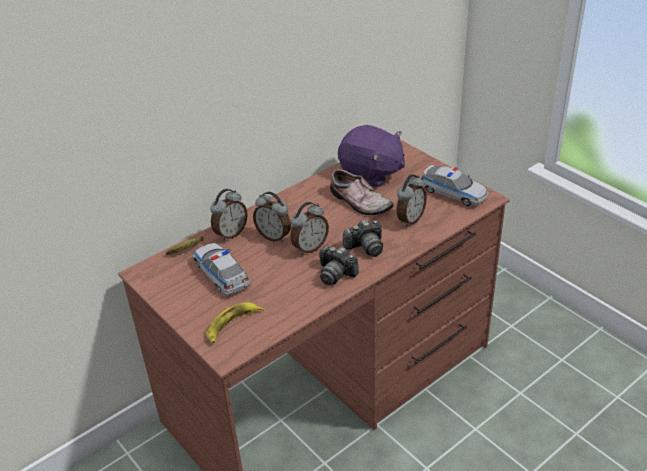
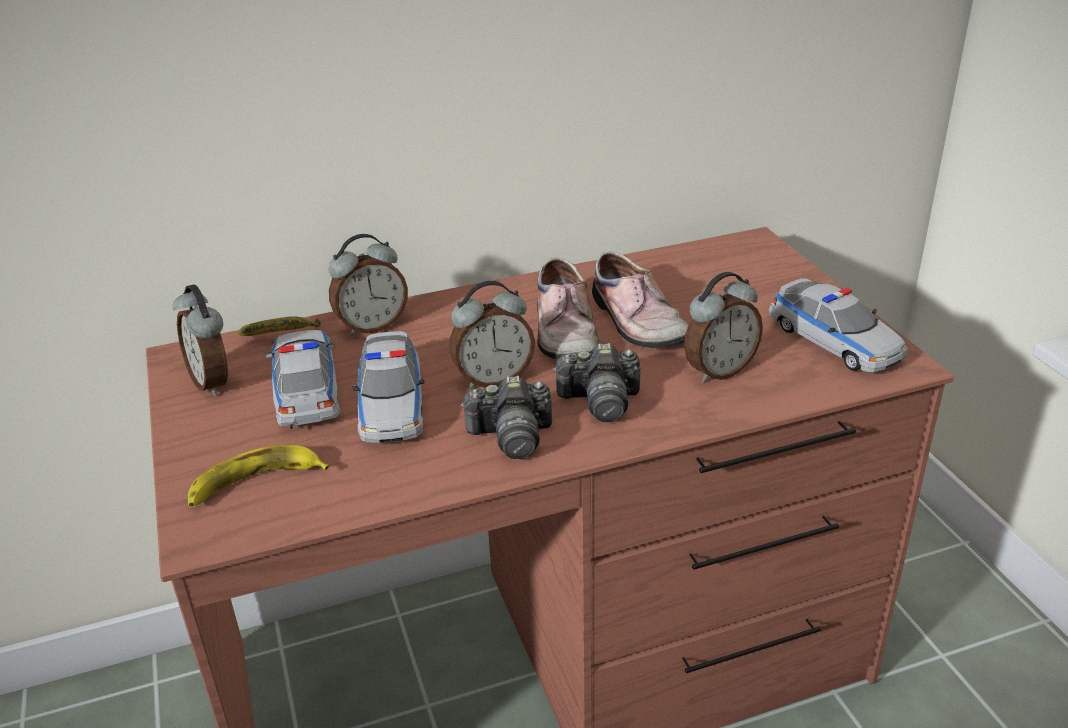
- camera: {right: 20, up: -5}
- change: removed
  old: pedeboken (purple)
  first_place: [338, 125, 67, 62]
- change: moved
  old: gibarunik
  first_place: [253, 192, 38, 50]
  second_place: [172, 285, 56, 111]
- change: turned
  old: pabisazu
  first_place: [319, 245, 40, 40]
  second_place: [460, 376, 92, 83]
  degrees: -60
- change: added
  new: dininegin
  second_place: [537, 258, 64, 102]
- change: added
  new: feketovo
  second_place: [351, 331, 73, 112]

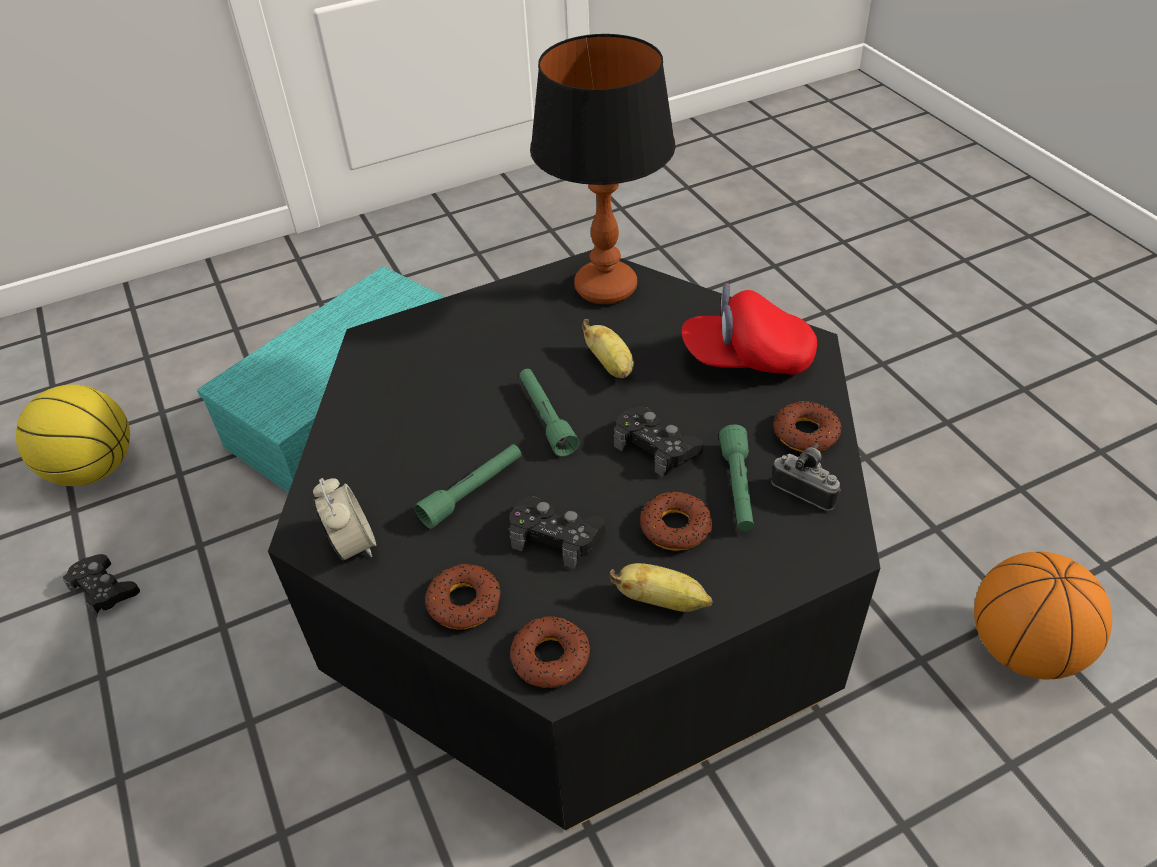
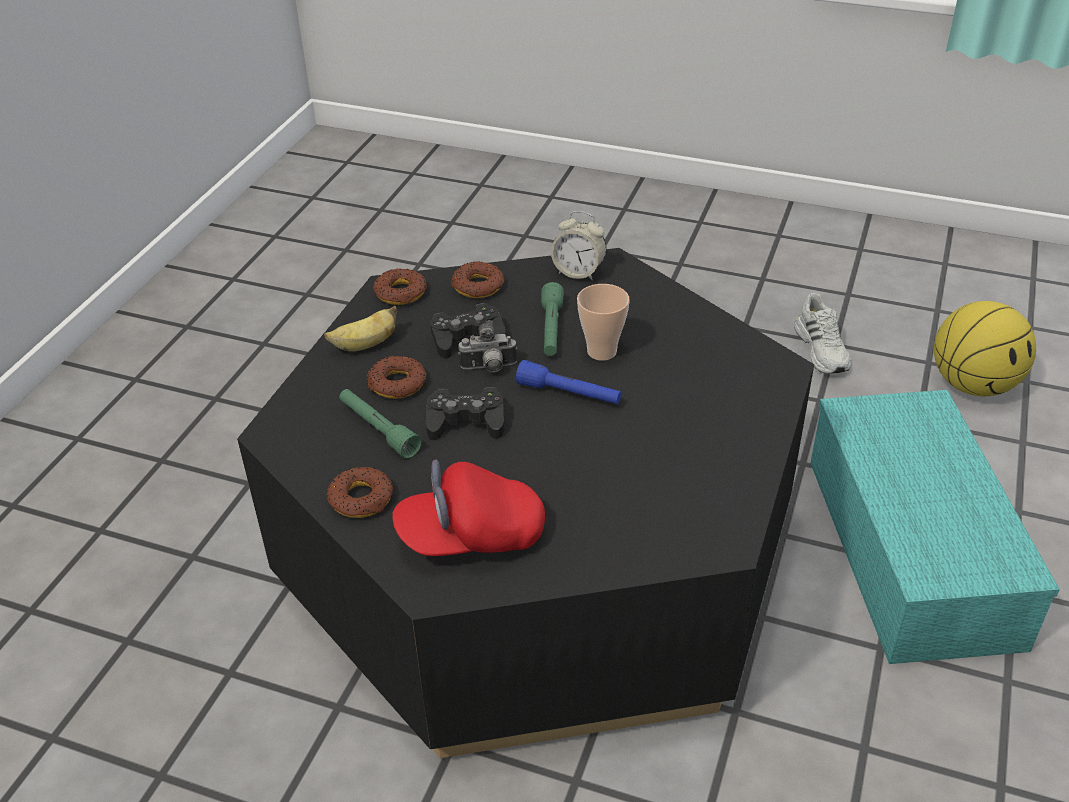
- camera: {right: 135, up: -5}
- change: removed
  old: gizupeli
  first_place: [530, 34, 146, 270]
- change: turned
  old: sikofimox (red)
  first_place: [681, 283, 136, 92]
  second_place: [392, 460, 153, 96]
  degrees: -150
- change: removed
  old: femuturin
  first_place: [582, 319, 52, 59]
- change: recoloured
  old: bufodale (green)
  new: bufodale (blue)
  first_place: [519, 369, 60, 88]
  second_place: [516, 360, 105, 44]
- change: moved
  old: pabisazu
  first_place: [771, 444, 70, 67]
  second_place: [458, 320, 59, 52]
- change: removed
  old: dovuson
  first_place: [974, 552, 138, 128]
- change: replaced
  old: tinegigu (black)
  new: dininegin (white)
  first_place: [63, 554, 77, 63]
  second_place: [794, 293, 57, 81]
- change: added
  new: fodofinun
  second_place: [577, 284, 53, 77]

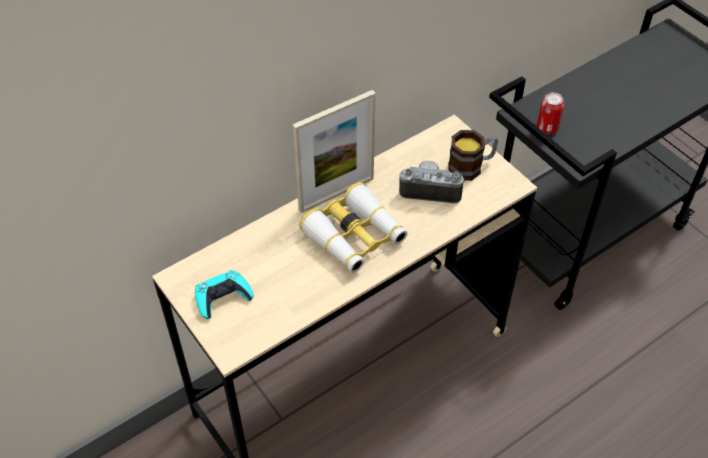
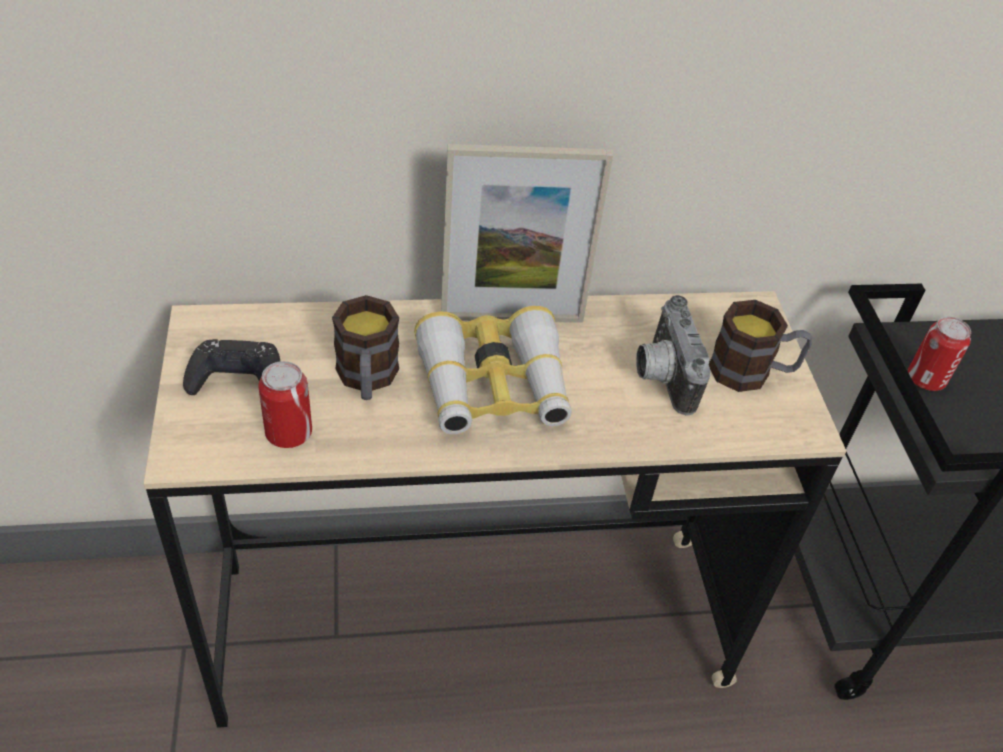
- camera: {right: 25, up: -5}
- change: turned
  old: pabisazu
  first_place: [399, 161, 66, 42]
  second_place: [636, 295, 75, 121]
  degrees: -135
- change: recoloured
  old: tinegigu (turquoise)
  new: tinegigu (black)
  first_place: [195, 270, 59, 49]
  second_place: [183, 339, 97, 56]
- change: added
  new: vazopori
  second_place: [332, 295, 67, 105]
- change: added
  new: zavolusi
  second_place: [258, 361, 54, 87]

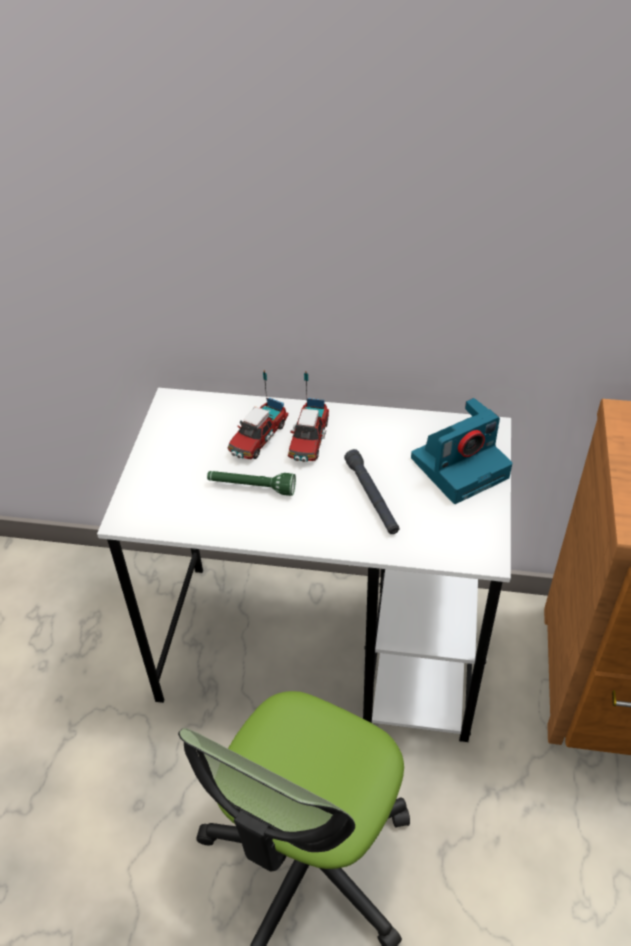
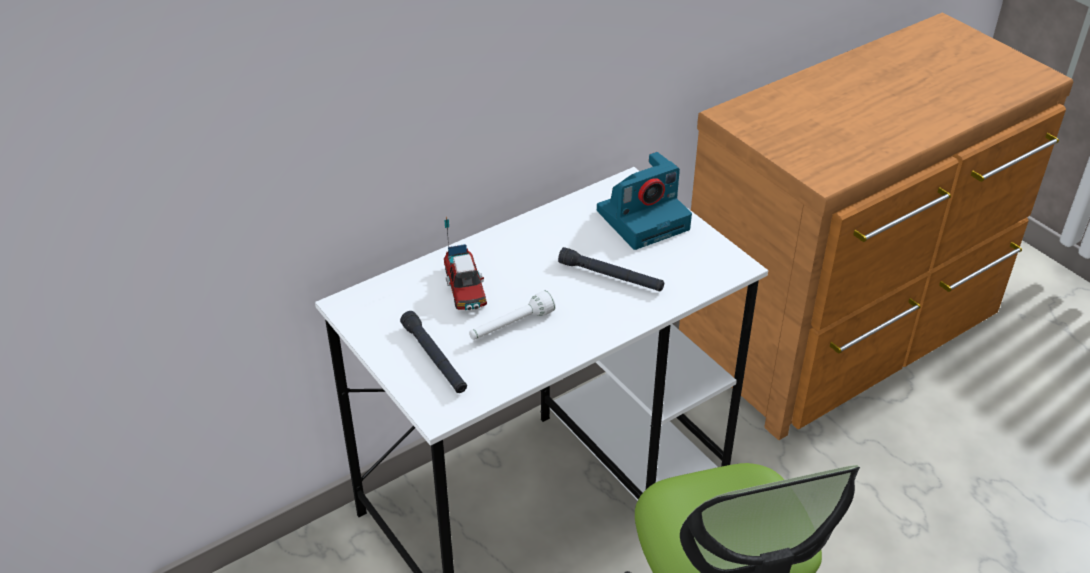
- camera: {right: -45, up: -5}
- change: removed
  old: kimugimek
  first_place: [288, 371, 41, 91]
- change: turned
  old: pabisazu
  first_place: [411, 398, 101, 106]
  second_place: [597, 152, 95, 98]
  degrees: 45
- change: recoloured
  old: bufodale (green)
  new: bufodale (white)
  first_place: [207, 471, 89, 25]
  second_place: [469, 290, 87, 50]
- change: added
  new: bufodale (black)
  second_place: [400, 311, 67, 82]

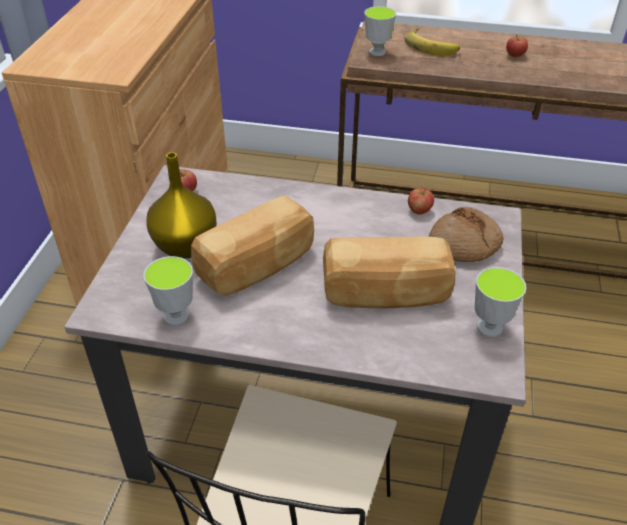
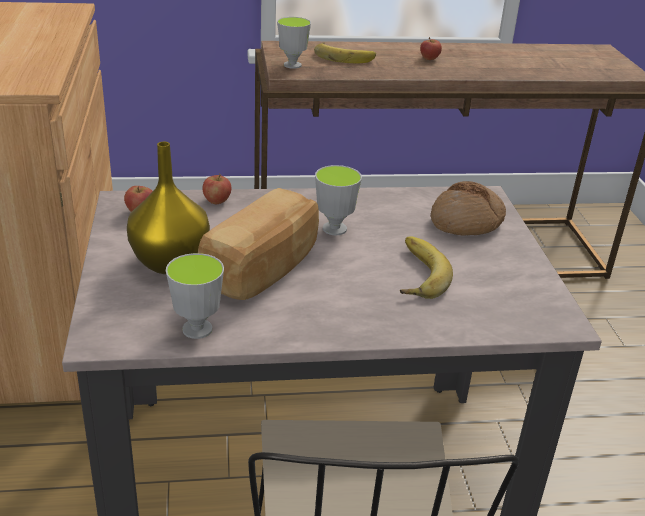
- camera: {right: -20, up: -10}
- change: moved
  old: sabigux
  first_place: [408, 188, 26, 27]
  second_place: [202, 173, 29, 31]
- change: replaced
  old: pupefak
  new: femuturin
  first_place: [323, 237, 133, 71]
  second_place: [400, 236, 53, 63]
- change: moved
  old: fodofinun
  first_place: [475, 267, 51, 70]
  second_place: [315, 165, 47, 70]

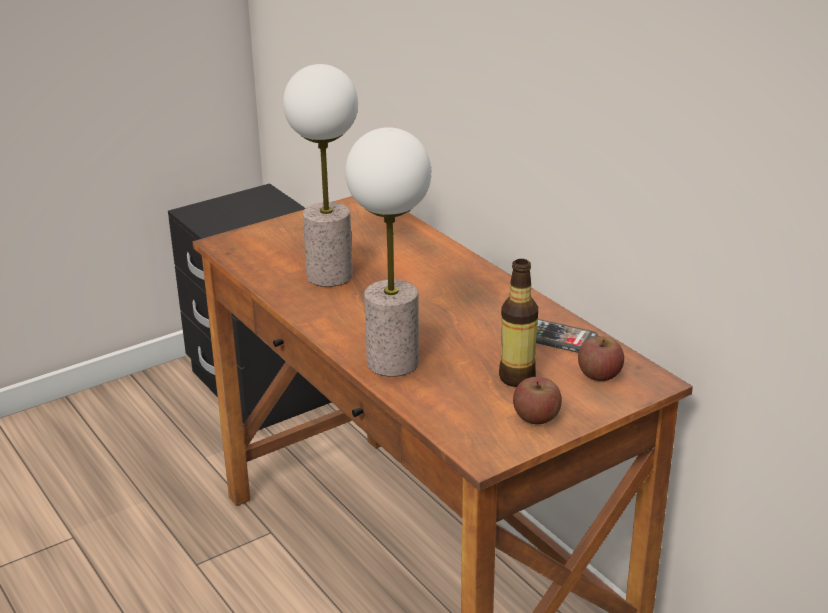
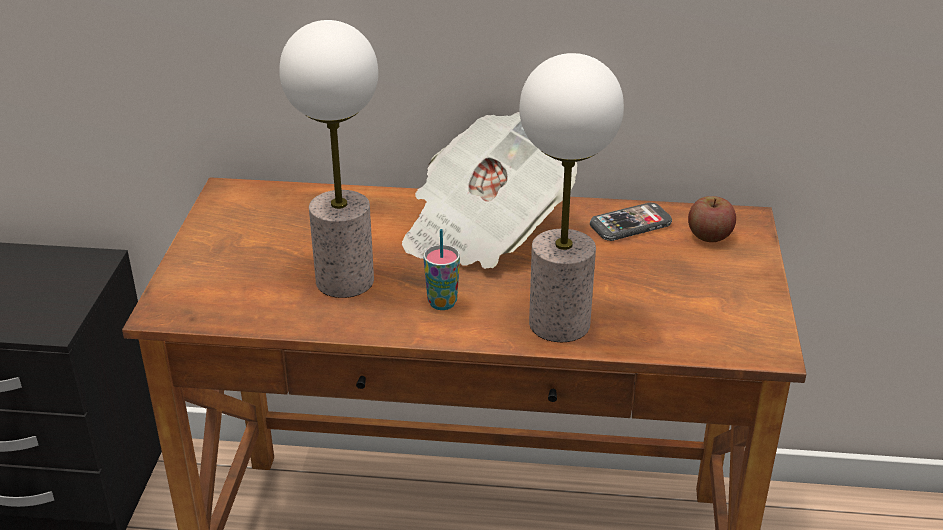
- camera: {right: -50, up: 5}
- change: removed
  old: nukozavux
  first_place: [499, 259, 39, 128]
- change: removed
  old: sabigux
  first_place: [513, 377, 49, 47]
- change: added
  new: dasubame
  second_place: [402, 112, 175, 157]
- change: added
  new: fodofinun
  second_place: [423, 229, 37, 81]

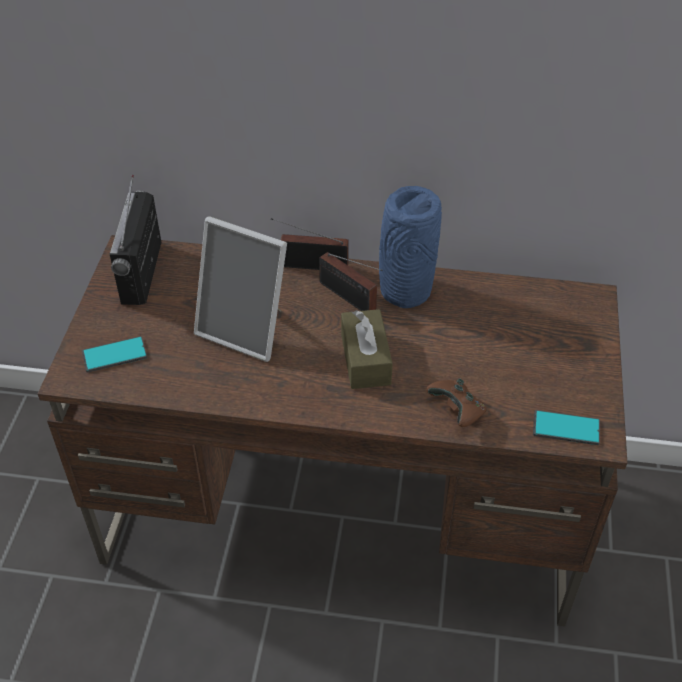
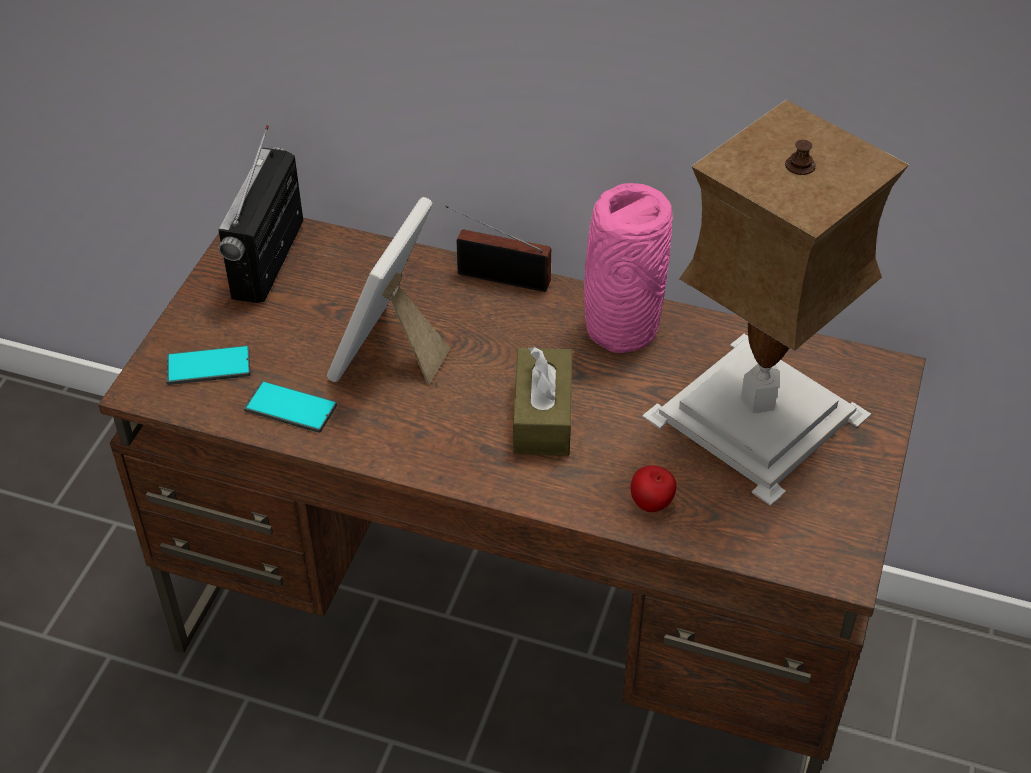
- camera: {right: 10, up: 0}
- change: recoloured
  old: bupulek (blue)
  new: bupulek (pink)
  first_place: [379, 186, 63, 122]
  second_place: [584, 183, 89, 170]
- change: turned
  old: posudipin
  first_place: [194, 216, 93, 146]
  second_place: [327, 197, 123, 187]
  degrees: 75
- change: removed
  old: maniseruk
  first_place: [319, 252, 64, 59]
- change: replaced
  old: tinegigu (brown)
  new: sabigux
  first_place: [426, 378, 61, 49]
  second_place: [631, 465, 46, 47]
- change: moved
  old: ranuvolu
  first_place: [533, 410, 67, 35]
  second_place: [244, 381, 93, 52]
- change: added
  new: gizupeli
  second_place: [642, 100, 267, 406]

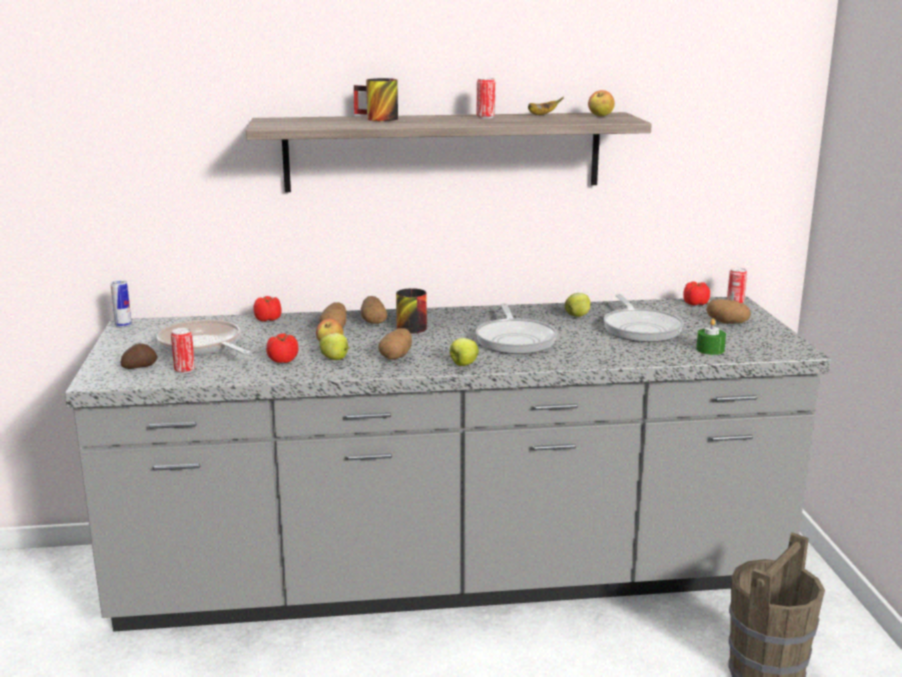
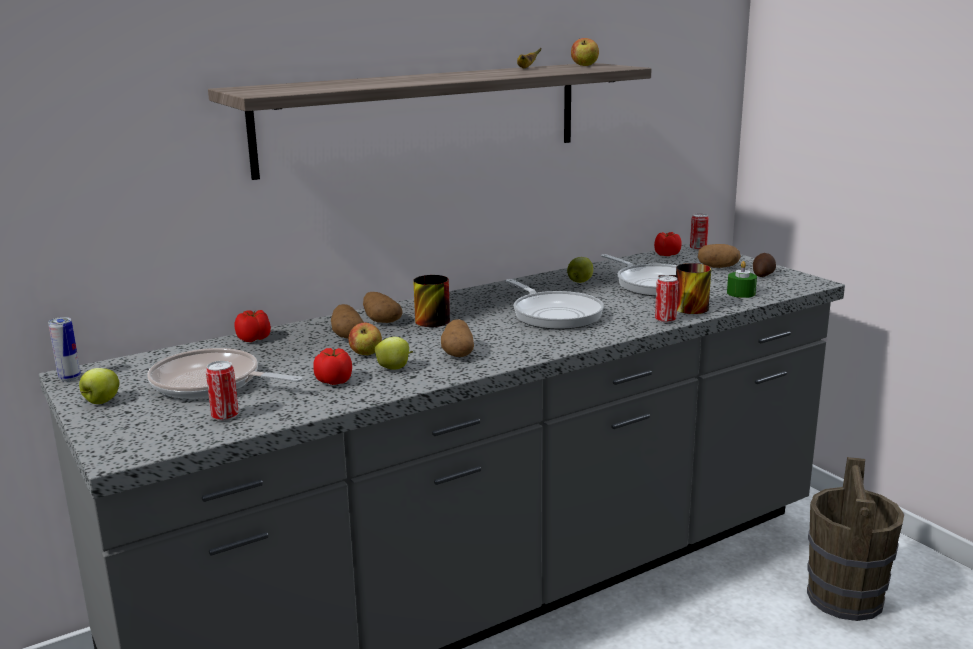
- camera: {right: -25, up: 0}
- change: moved
  old: vazopori
  first_place: [354, 78, 44, 43]
  second_place: [658, 263, 53, 51]
- change: moved
  old: zavolusi
  first_place: [477, 78, 18, 41]
  second_place: [655, 276, 23, 47]
- change: moved
  old: sabigux
  first_place: [450, 338, 29, 28]
  second_place: [79, 368, 40, 36]
- change: moved
  old: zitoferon
  first_place: [121, 343, 37, 26]
  second_place: [753, 253, 23, 24]

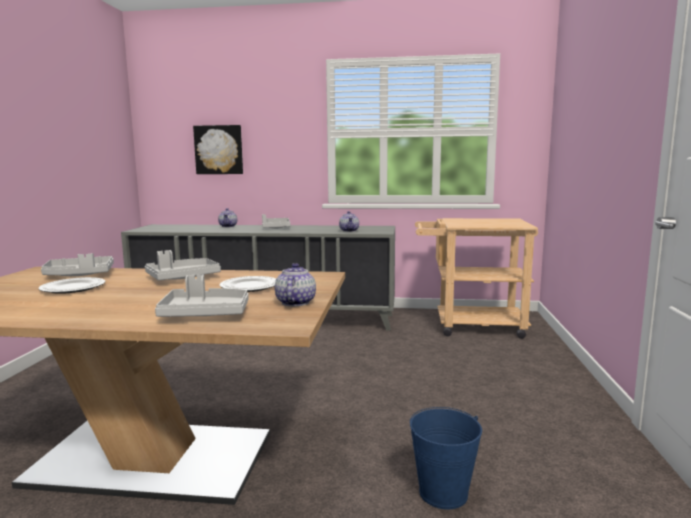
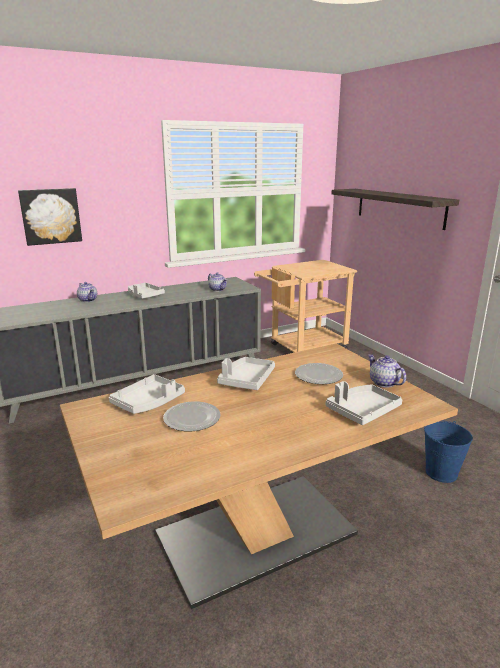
- camera: {right: -35, up: 10}
- change: added
  new: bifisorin
  second_place: [332, 189, 127, 41]

